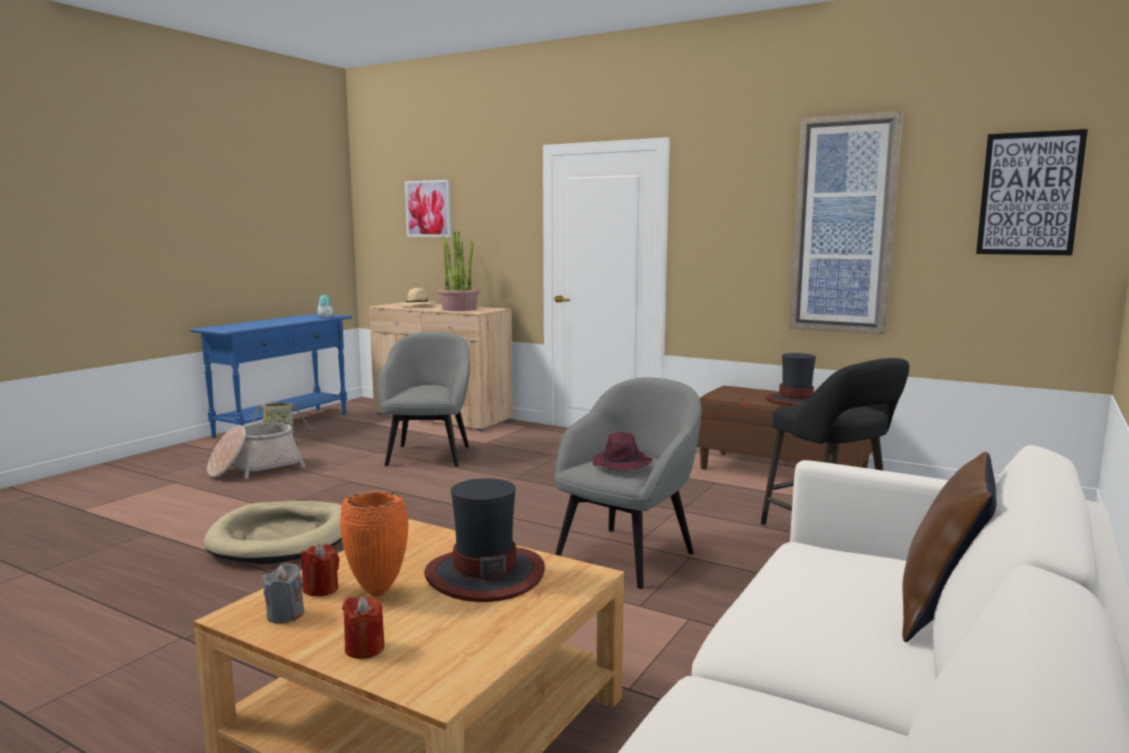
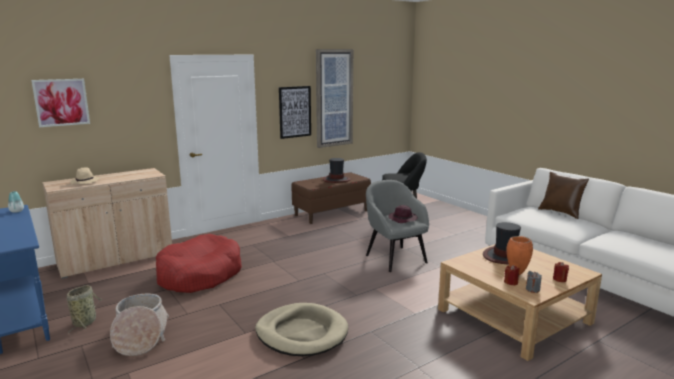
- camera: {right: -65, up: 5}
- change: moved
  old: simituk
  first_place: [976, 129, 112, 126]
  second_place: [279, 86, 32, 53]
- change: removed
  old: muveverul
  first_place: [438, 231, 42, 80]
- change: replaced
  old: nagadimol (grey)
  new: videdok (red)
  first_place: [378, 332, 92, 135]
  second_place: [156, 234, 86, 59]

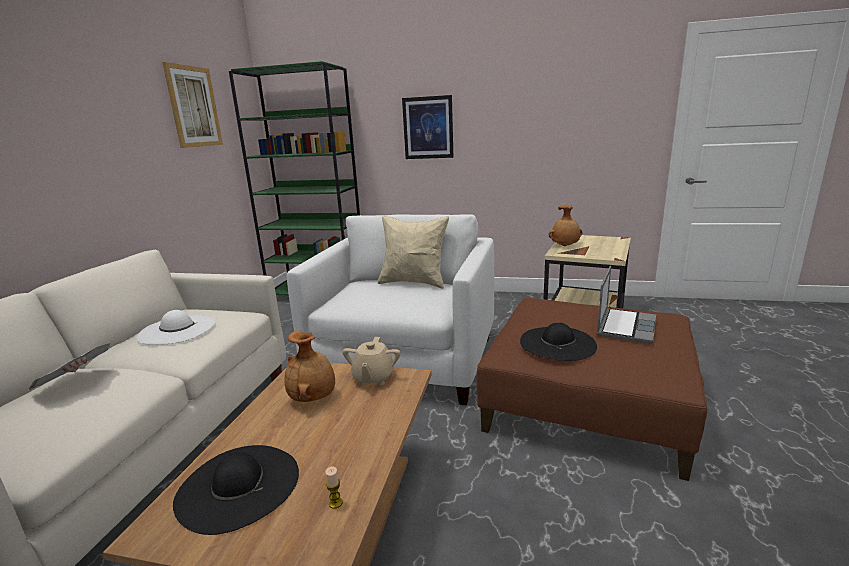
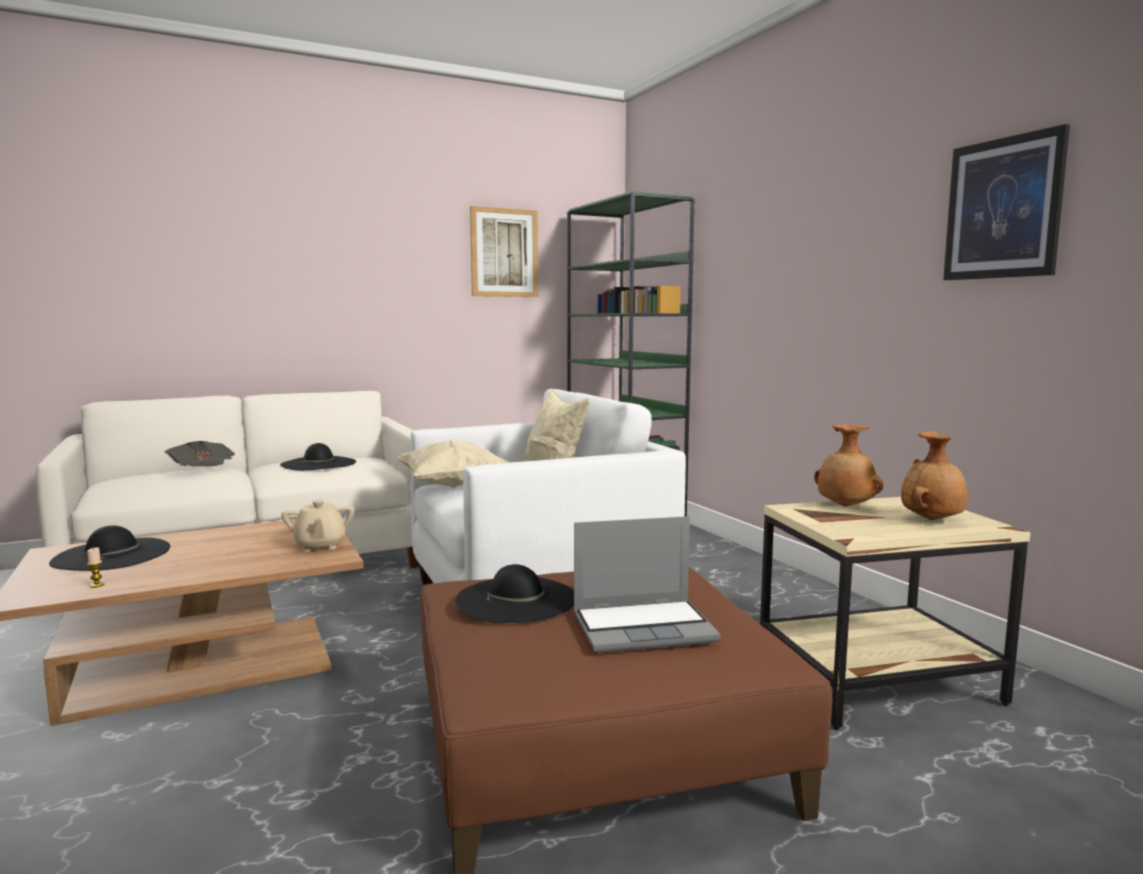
- camera: {right: 50, up: -10}
- change: moved
  old: simituk
  first_place: [402, 95, 51, 64]
  second_place: [943, 124, 127, 156]
- change: recoloured
  old: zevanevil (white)
  new: zevanevil (black)
  first_place: [137, 310, 79, 35]
  second_place: [280, 443, 76, 28]
- change: moved
  old: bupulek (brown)
  first_place: [284, 330, 51, 72]
  second_place: [901, 432, 67, 88]
- change: turned
  old: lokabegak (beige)
  first_place: [342, 337, 58, 49]
  second_place: [281, 500, 74, 52]
  degrees: -75
- change: added
  new: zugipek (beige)
  second_place: [397, 440, 113, 48]

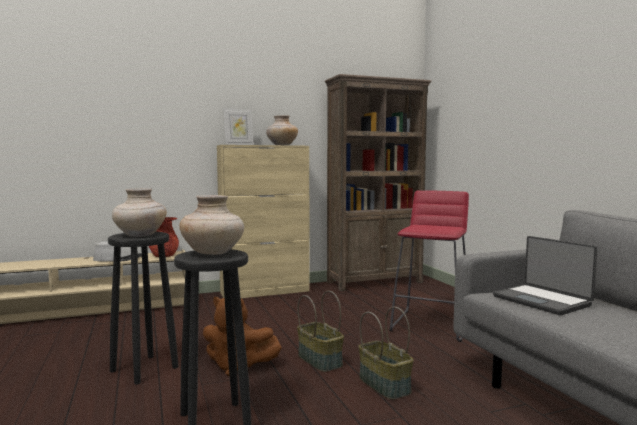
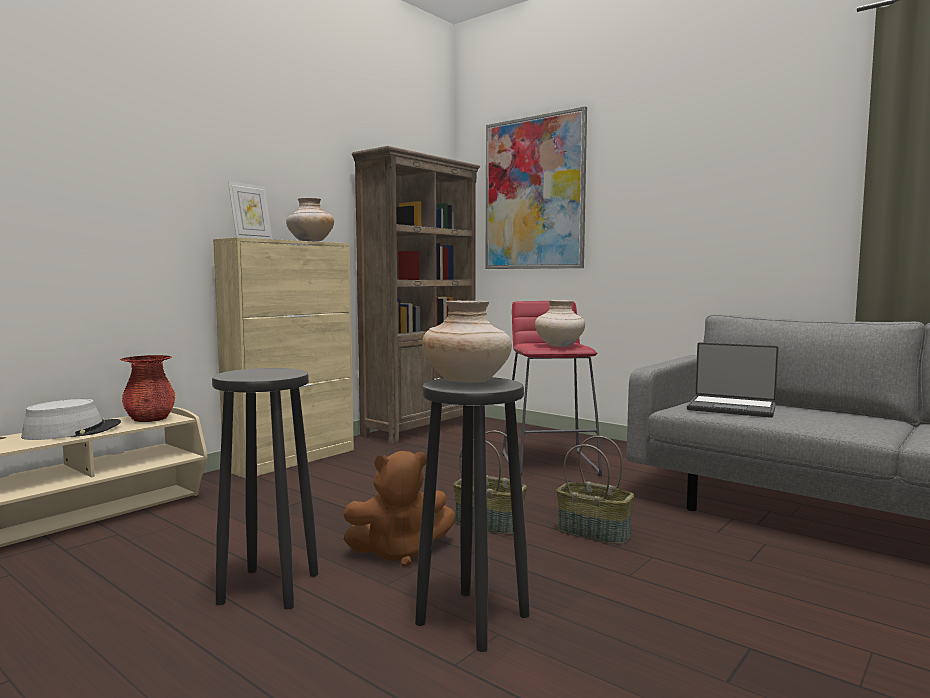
- camera: {right: -30, up: 0}
- change: moved
  old: bupulek (beige)
  first_place: [112, 188, 55, 49]
  second_place: [535, 300, 50, 47]
- change: added
  new: simituk
  second_place: [485, 106, 102, 163]

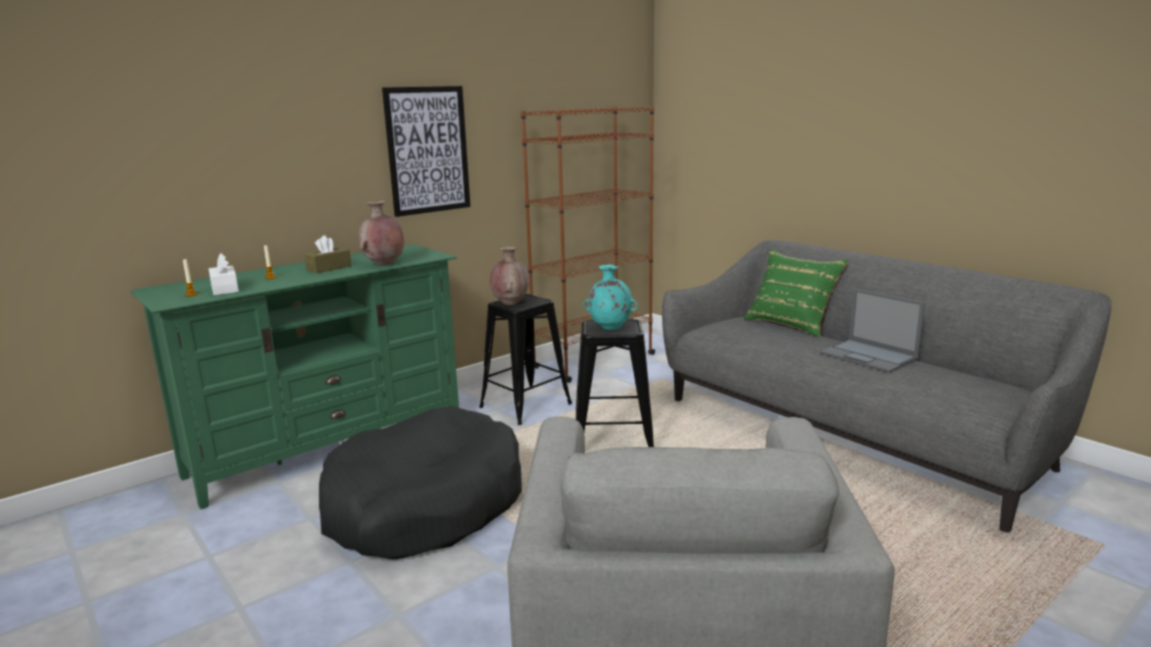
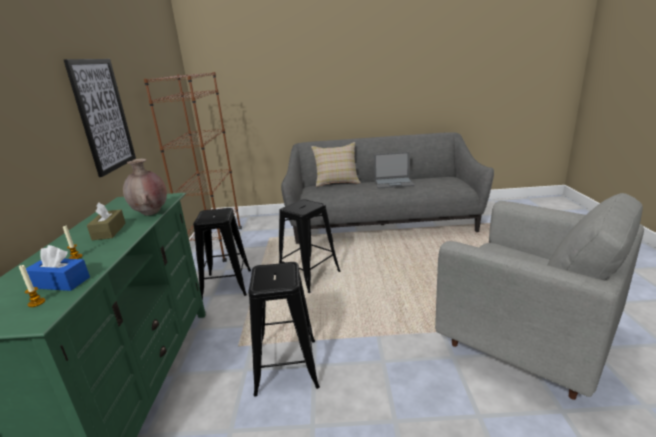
- camera: {right: -50, up: 5}
- change: removed
  old: bupulek (brown)
  first_place: [490, 247, 39, 58]
- change: recoloured
  old: zugipek (green)
  new: zugipek (beige)
  first_place: [744, 249, 105, 89]
  second_place: [311, 142, 50, 45]
- change: recoloured
  old: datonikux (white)
  new: datonikux (blue)
  first_place: [209, 253, 30, 42]
  second_place: [26, 245, 64, 46]
- change: removed
  old: bupulek (turquoise)
  first_place: [583, 265, 54, 65]
- change: replaced
  old: videdok (black)
  new: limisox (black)
  first_place: [319, 406, 203, 153]
  second_place: [248, 262, 72, 135]

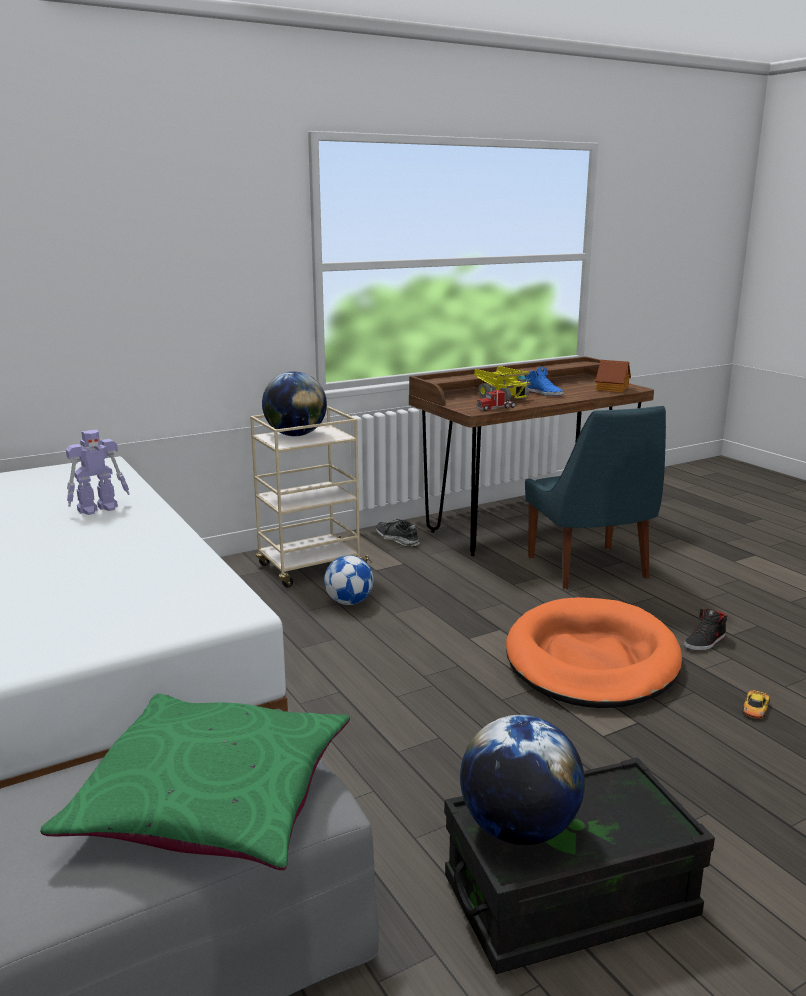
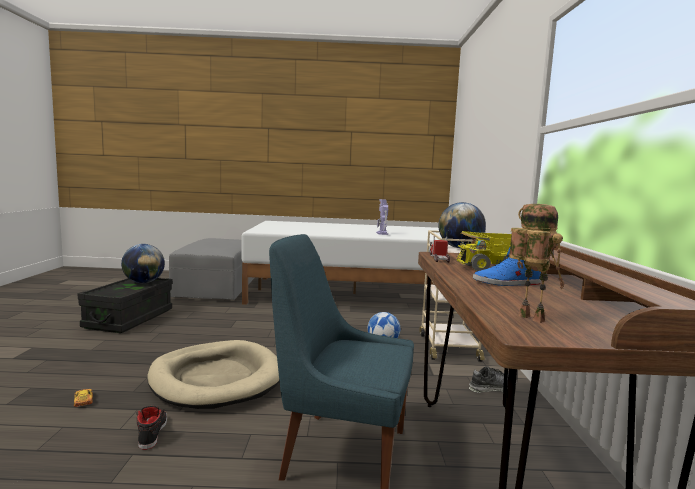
- camera: {right: 120, up: -10}
- change: replaced
  old: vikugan
  new: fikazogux
  first_place: [595, 360, 36, 32]
  second_place: [508, 204, 56, 119]
- change: recoloured
  old: videdok (orange)
  new: videdok (beige)
  first_place: [506, 597, 176, 111]
  second_place: [147, 340, 132, 69]
- change: removed
  old: zugipek (green)
  first_place: [40, 694, 310, 176]

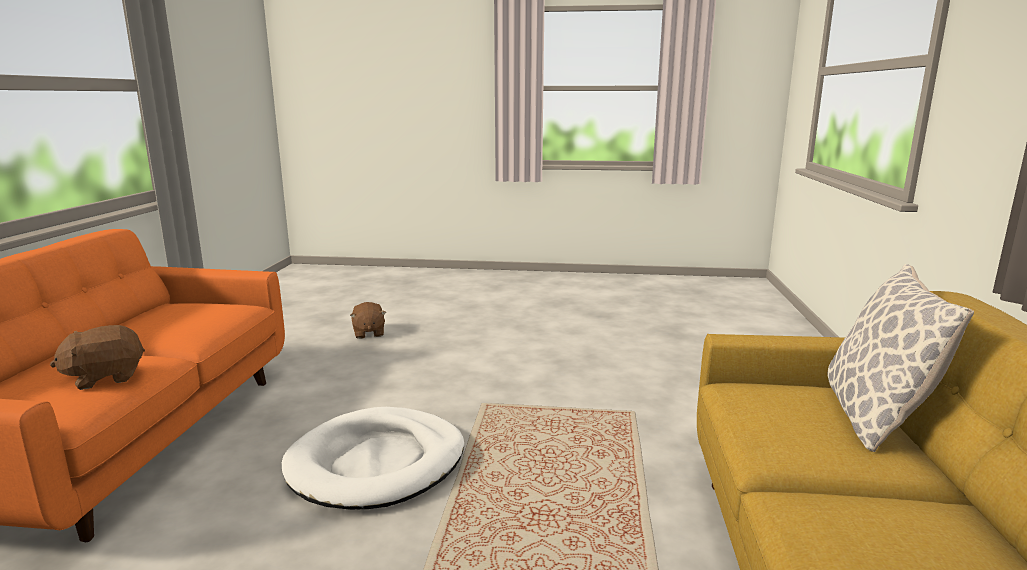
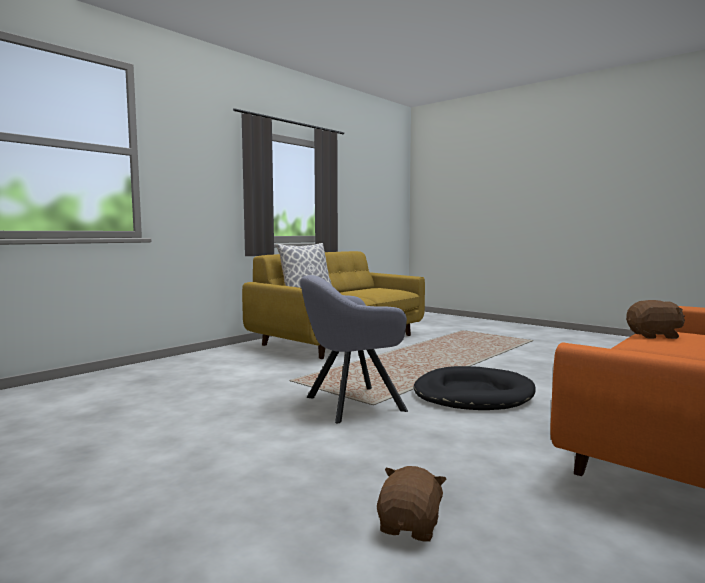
- camera: {right: -145, up: -10}
- change: recoloured
  old: videdok (white)
  new: videdok (black)
  first_place: [282, 407, 182, 103]
  second_place: [413, 366, 123, 44]
- change: added
  new: nagadimol (grey)
  second_place: [300, 275, 108, 148]

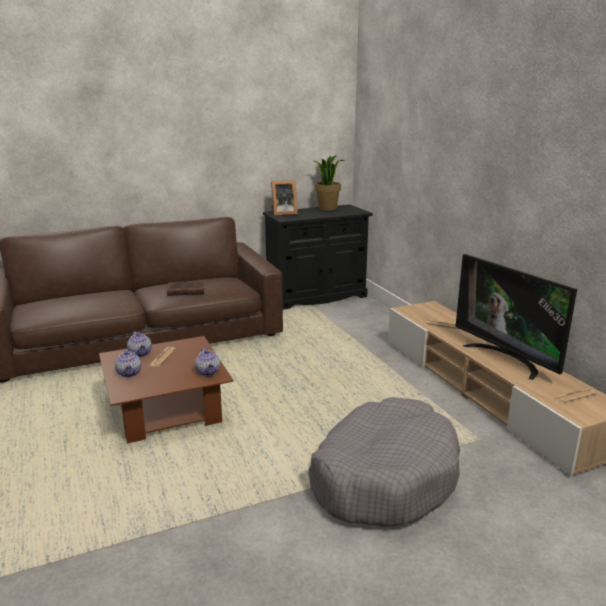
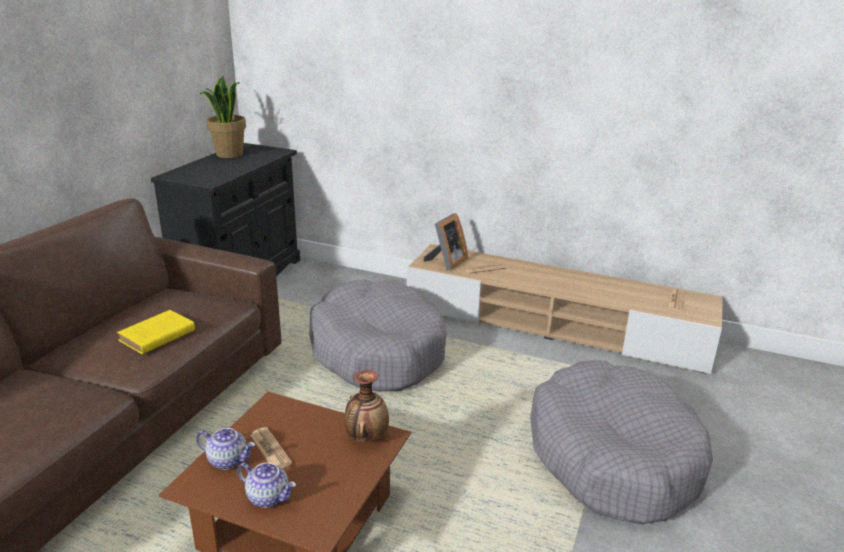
- camera: {right: -45, up: 5}
- change: moved
  old: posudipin
  first_place: [271, 180, 27, 36]
  second_place: [423, 213, 45, 58]
- change: removed
  old: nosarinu
  first_place: [455, 254, 122, 126]
- change: recoloured
  old: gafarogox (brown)
  new: gafarogox (yellow)
  first_place: [167, 281, 38, 15]
  second_place: [117, 310, 78, 44]
- change: replaced
  old: lokabegak
  new: bupulek
  first_place: [195, 348, 25, 28]
  second_place: [345, 370, 44, 72]
- change: added
  new: videdok (grey)
  second_place: [309, 279, 138, 112]

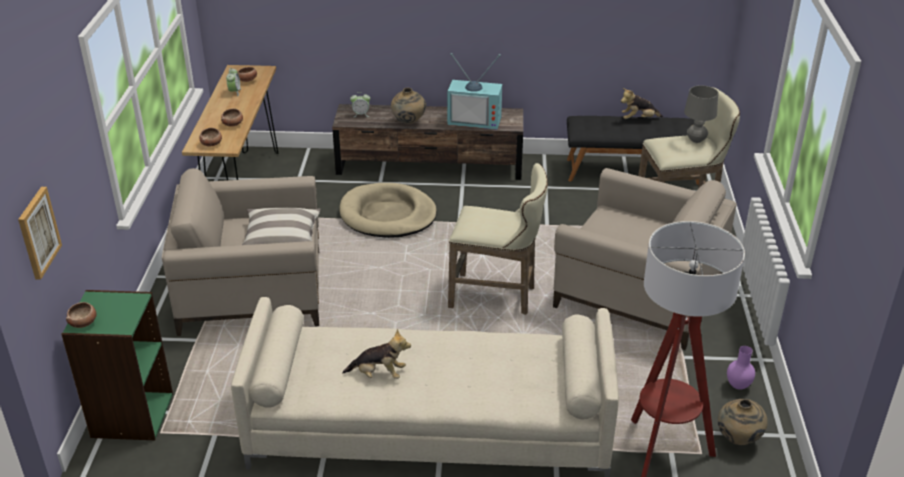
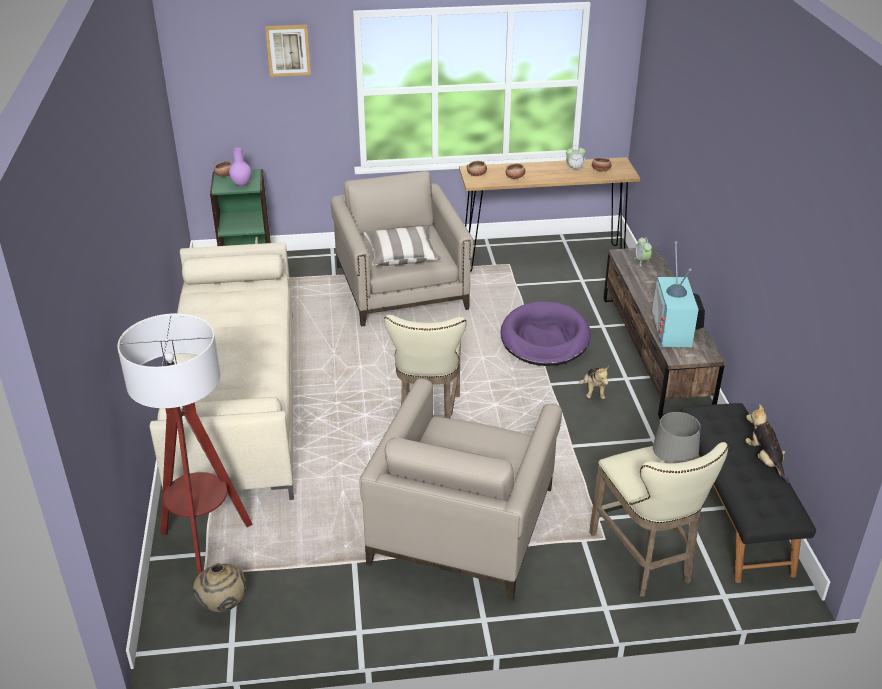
- camera: {right: 80, up: 0}
- change: removed
  old: bupulek (beige)
  first_place: [391, 88, 35, 36]
- change: recoloured
  old: videdok (beige)
  new: videdok (purple)
  first_place: [339, 183, 98, 55]
  second_place: [501, 301, 90, 65]
- change: moved
  old: simituk
  first_place: [18, 187, 44, 93]
  second_place: [265, 25, 46, 52]
- change: moved
  old: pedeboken
  first_place: [342, 329, 69, 50]
  second_place: [580, 366, 29, 33]
- change: moved
  old: bupulek (purple)
  first_place: [727, 346, 28, 44]
  second_place: [229, 147, 22, 39]

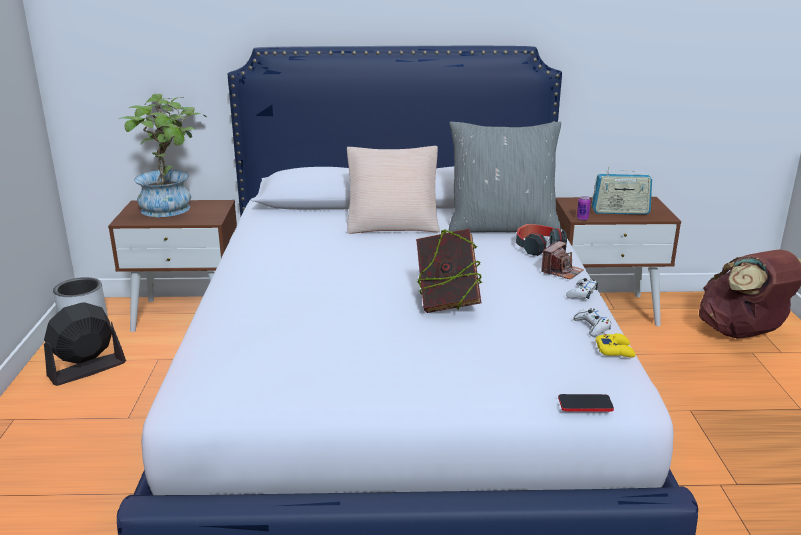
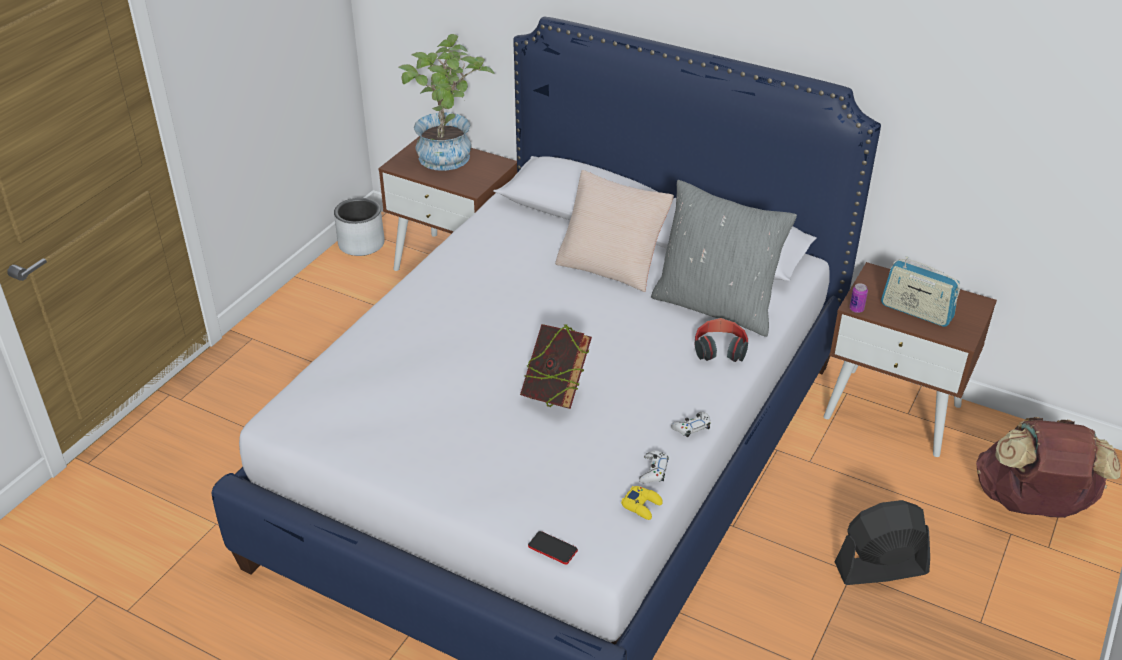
- camera: {right: 30, up: 15}
- change: removed
  old: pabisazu
  first_place: [541, 241, 43, 39]
- change: moved
  old: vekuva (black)
  first_place: [44, 302, 82, 84]
  second_place: [834, 500, 96, 85]

